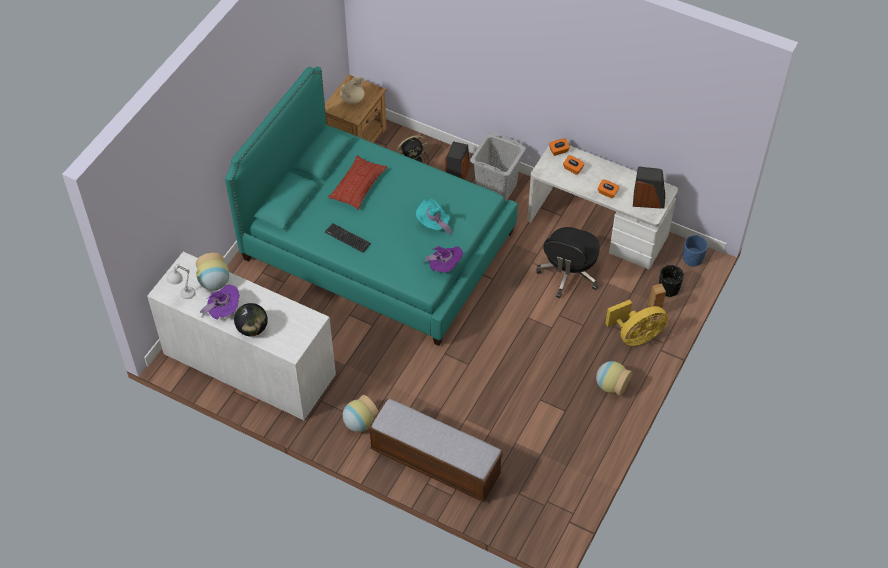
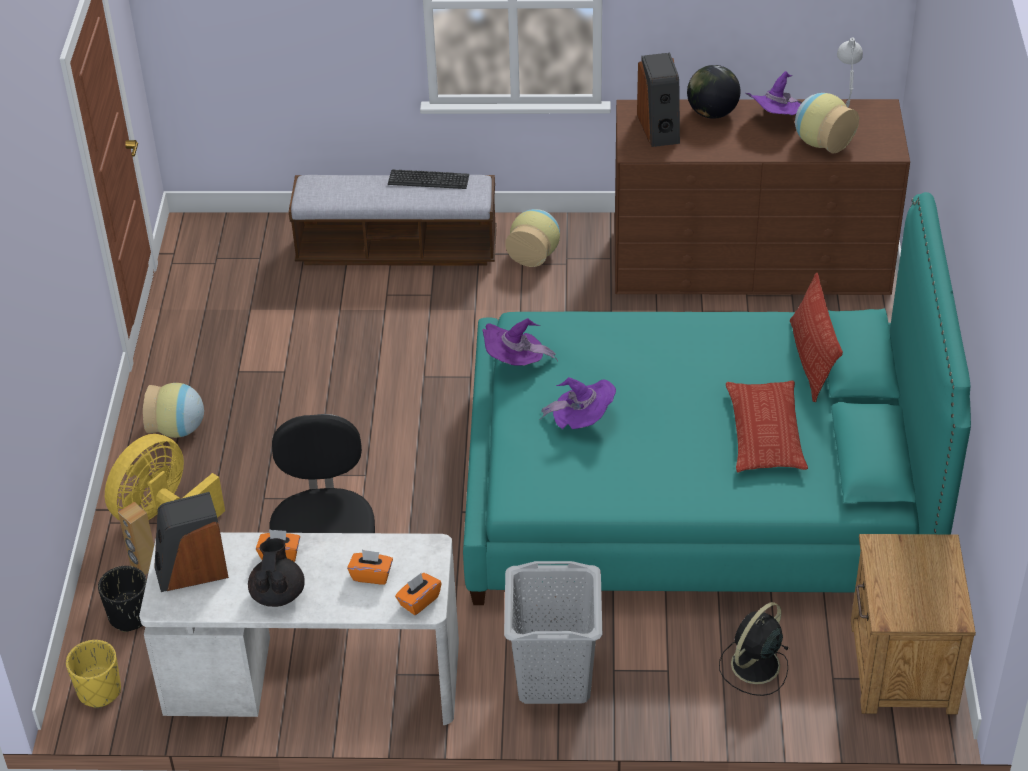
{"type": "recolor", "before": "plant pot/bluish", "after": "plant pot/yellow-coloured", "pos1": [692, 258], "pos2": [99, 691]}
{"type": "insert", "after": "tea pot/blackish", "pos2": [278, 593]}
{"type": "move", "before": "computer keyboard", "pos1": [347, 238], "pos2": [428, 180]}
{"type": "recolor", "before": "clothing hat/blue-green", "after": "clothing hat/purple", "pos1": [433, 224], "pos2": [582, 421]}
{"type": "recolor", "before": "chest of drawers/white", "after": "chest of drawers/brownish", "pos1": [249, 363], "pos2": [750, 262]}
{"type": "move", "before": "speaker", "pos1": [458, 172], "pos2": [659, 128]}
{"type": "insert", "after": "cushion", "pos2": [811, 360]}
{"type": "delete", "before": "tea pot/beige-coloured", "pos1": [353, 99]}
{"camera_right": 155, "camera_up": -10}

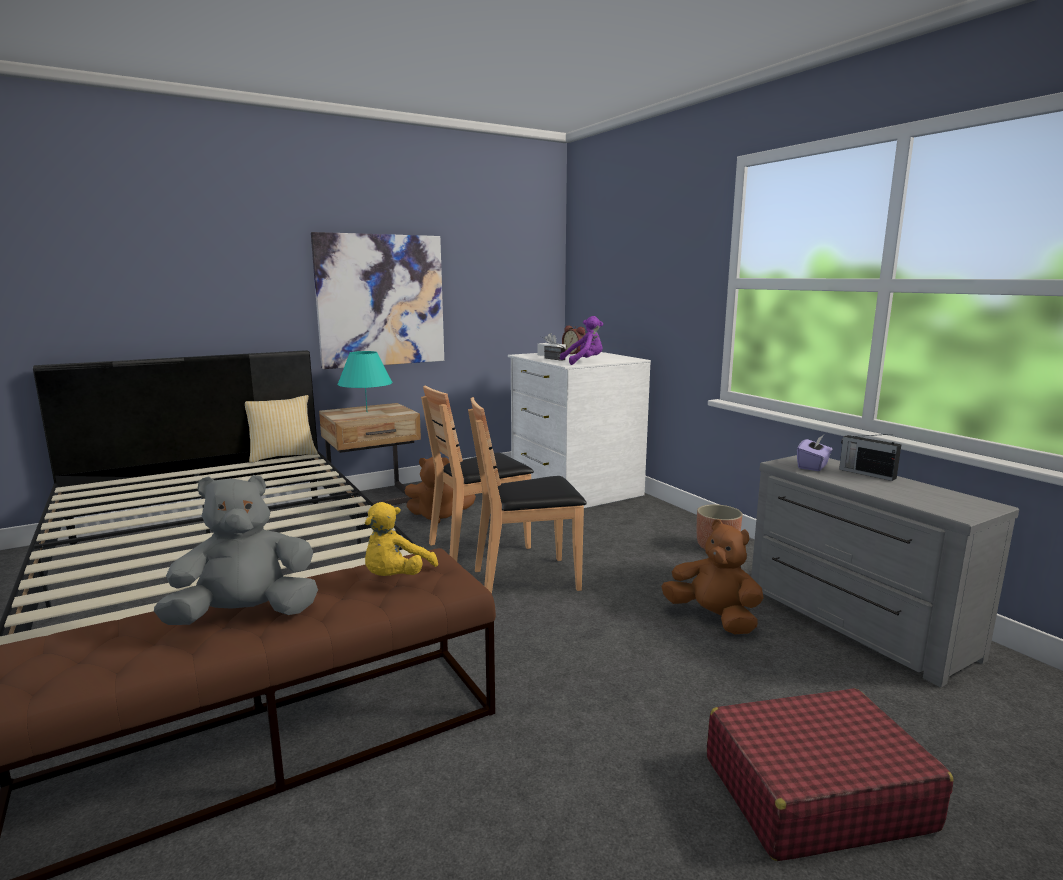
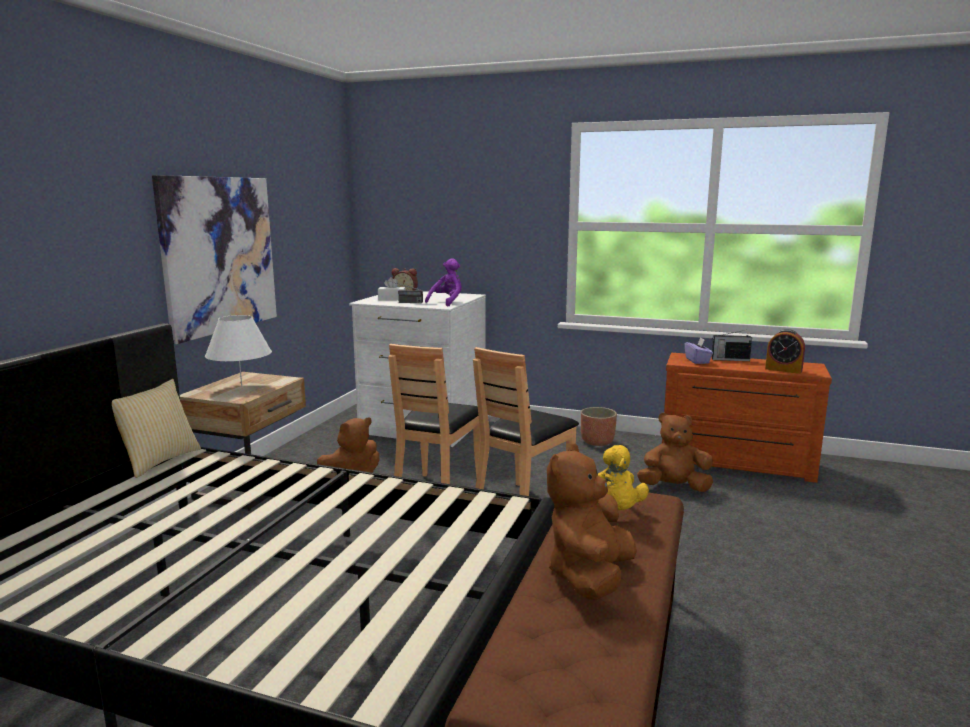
{"type": "recolor", "before": "tabletop lamp/blue-green", "after": "tabletop lamp/white", "pos1": [366, 412], "pos2": [241, 387]}
{"type": "recolor", "before": "soft toy/greyish", "after": "soft toy/brownish", "pos1": [246, 615], "pos2": [590, 577]}
{"type": "recolor", "before": "chest of drawers/greyish", "after": "chest of drawers/brownish", "pos1": [853, 623], "pos2": [736, 464]}
{"type": "insert", "after": "alarm clock", "pos2": [783, 370]}
{"type": "delete", "before": "suitcase/red", "pos1": [814, 792]}
{"camera_right": -40, "camera_up": 0}

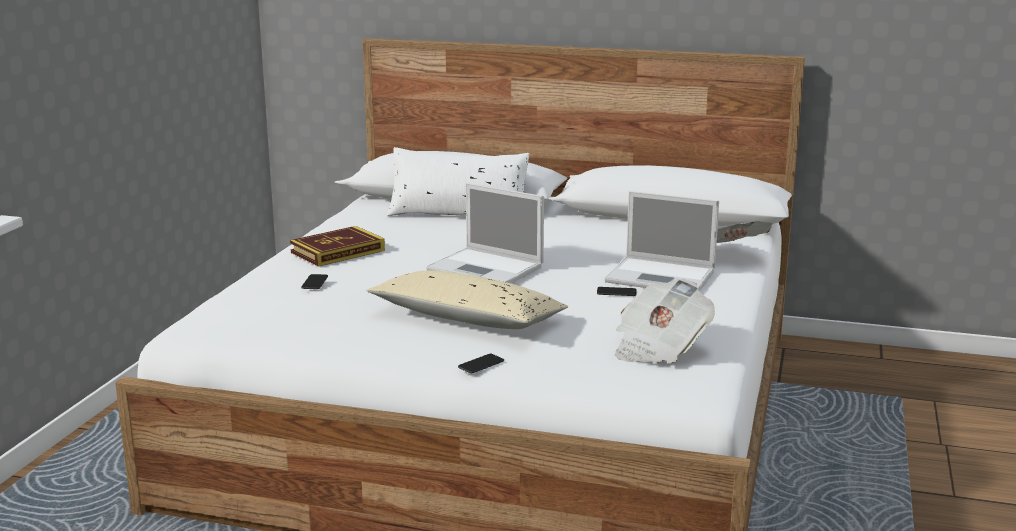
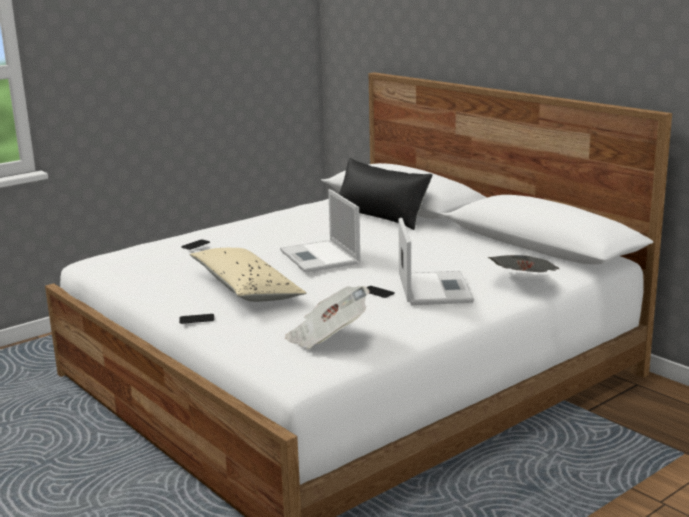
{"type": "recolor", "before": "cushion/white", "after": "cushion/blackish", "pos1": [458, 214], "pos2": [380, 216]}
{"type": "rotate", "before": "notebook computer", "pos1": [662, 277], "pos2": [434, 288], "turn": -150}
{"type": "delete", "before": "bound book", "pos1": [338, 251]}
{"camera_right": 35, "camera_up": 0}

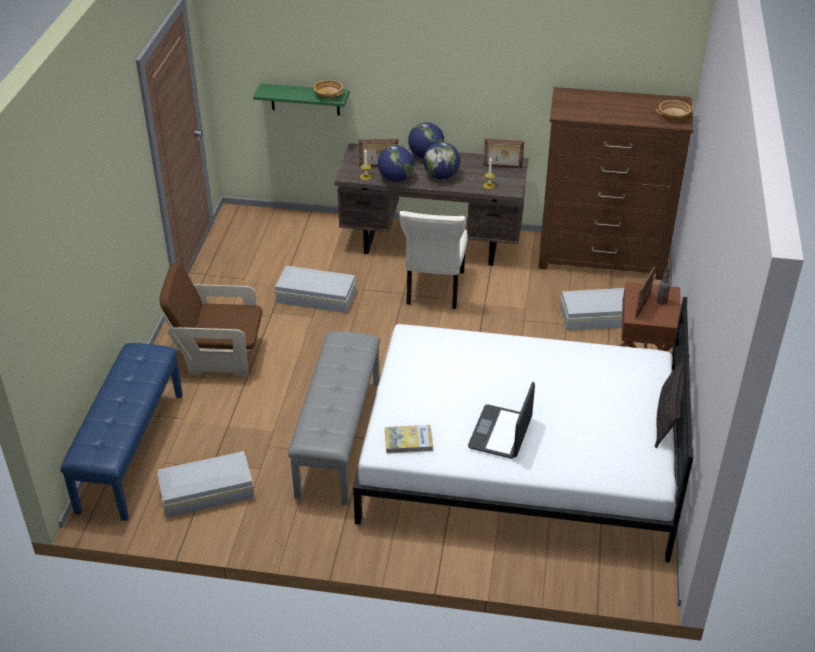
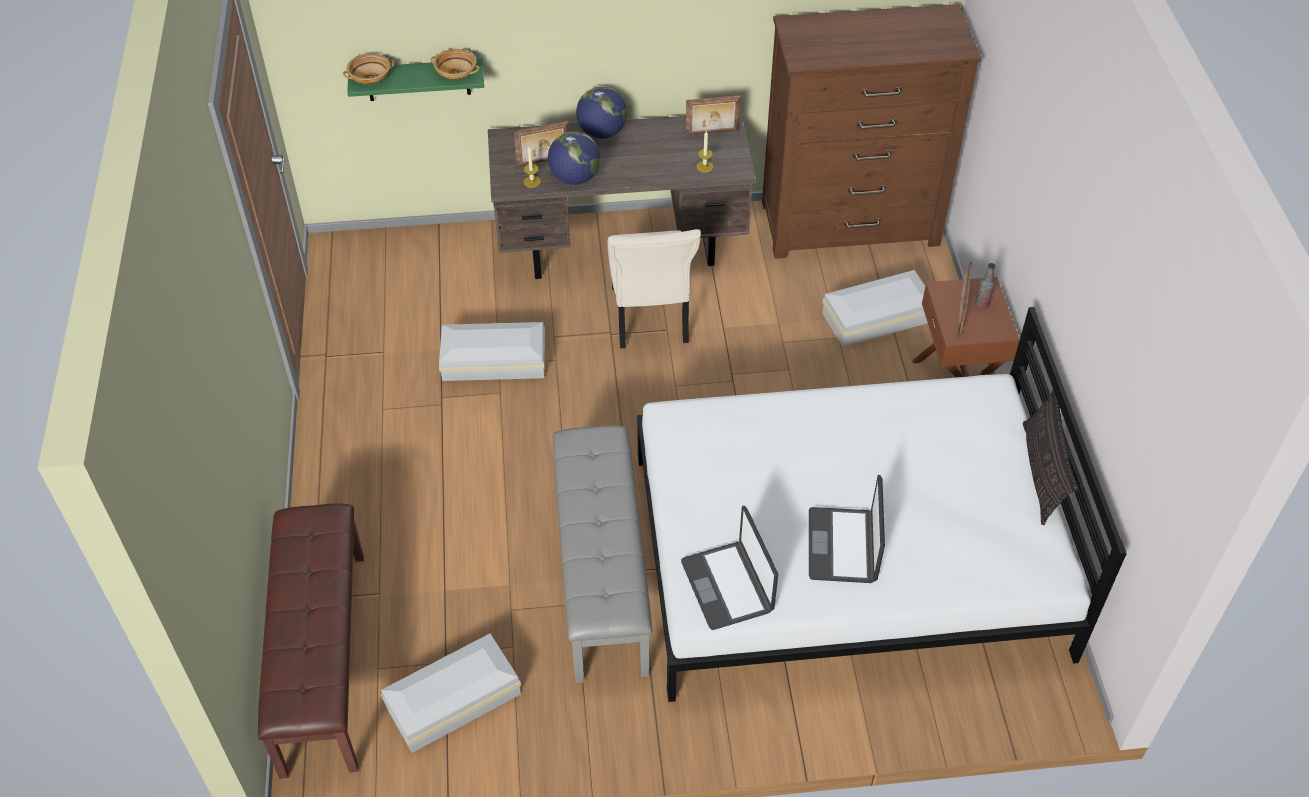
{"type": "recolor", "before": "indoor bench/bluish", "after": "indoor bench/brownish", "pos1": [130, 451], "pos2": [322, 660]}
{"type": "move", "before": "serving bowl/beige-coloured", "pos1": [673, 116], "pos2": [370, 77]}
{"type": "replace", "before": "bound book", "after": "notebook computer", "pos1": [408, 441], "pos2": [728, 586]}
{"type": "delete", "before": "lounge chair/brownish", "pos1": [218, 356]}
{"type": "delete", "before": "globe", "pos1": [441, 176]}
{"camera_right": -15, "camera_up": 10}

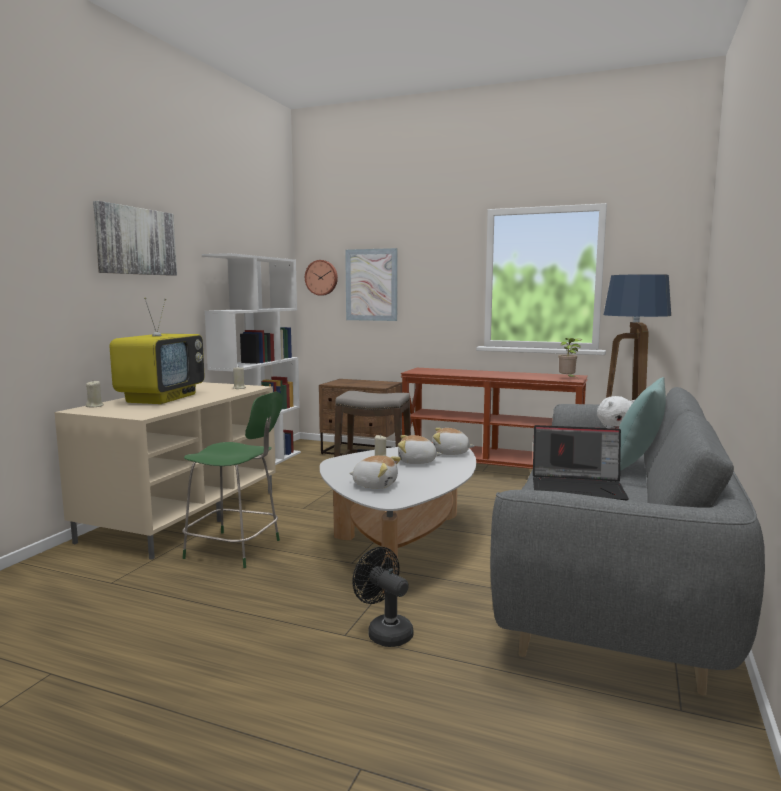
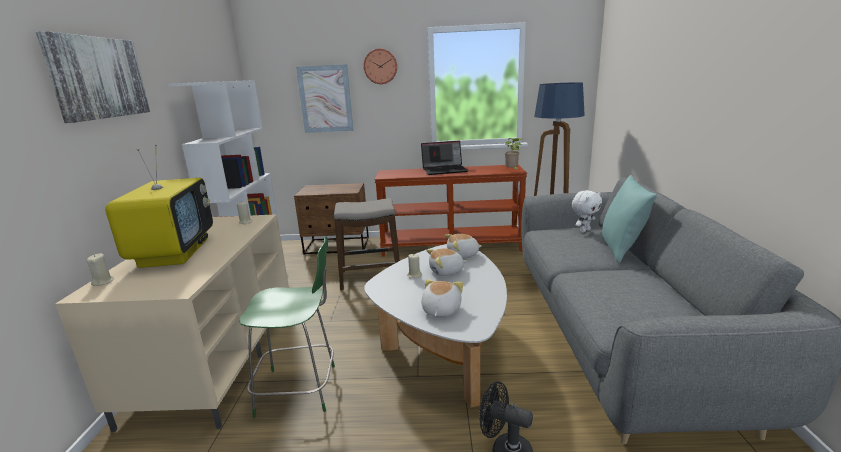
{"type": "move", "before": "clock on the wall", "pos1": [322, 277], "pos2": [380, 66]}
{"type": "move", "before": "notebook computer", "pos1": [578, 488], "pos2": [445, 170]}
{"type": "rotate", "before": "soft toy", "pos1": [375, 485], "pos2": [440, 310], "turn": -75}
{"camera_right": -20, "camera_up": 10}

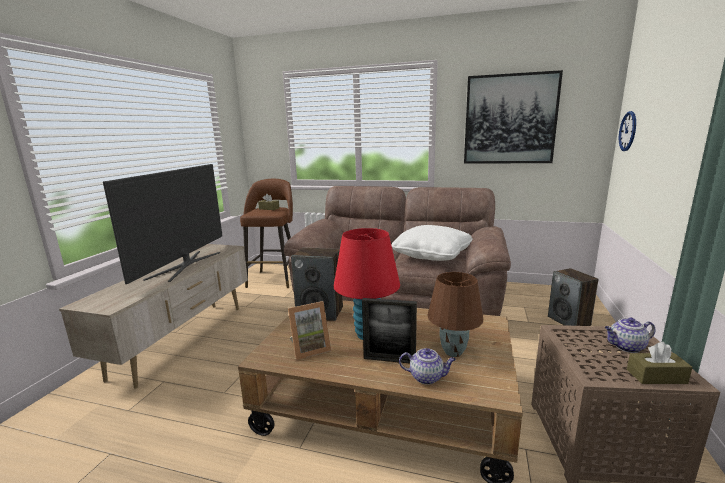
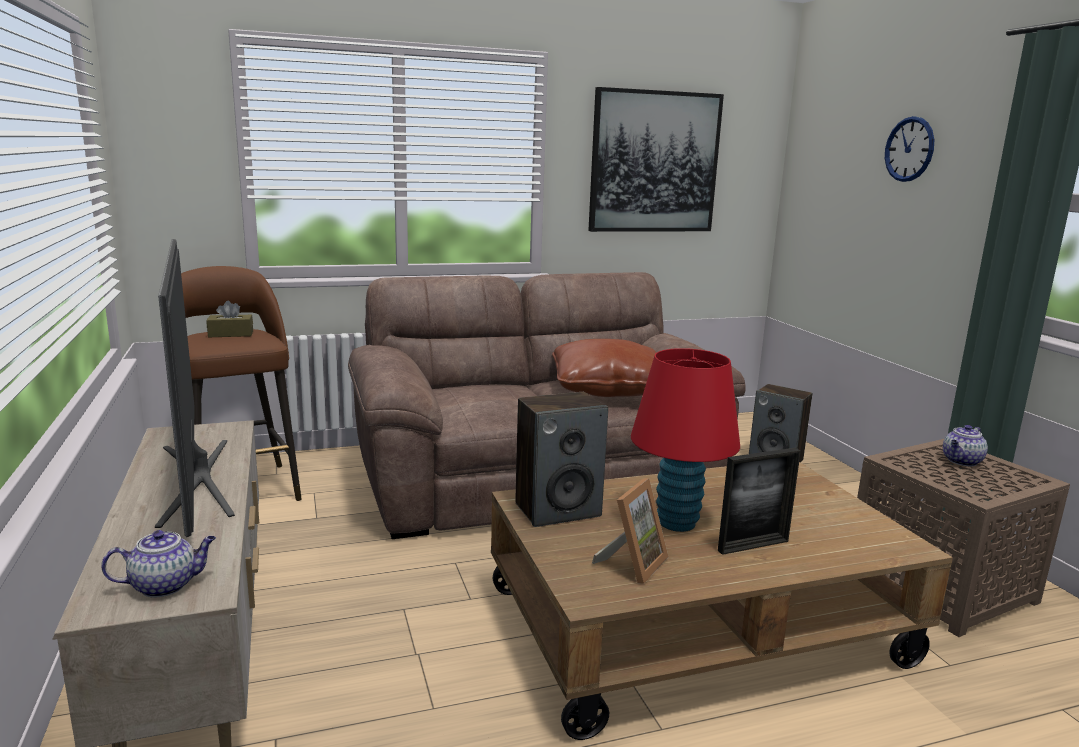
{"type": "move", "before": "tea pot", "pos1": [427, 377], "pos2": [165, 585]}
{"type": "recolor", "before": "cushion/white", "after": "cushion/brownish", "pos1": [432, 255], "pos2": [608, 389]}
{"type": "move", "before": "clock on the wall", "pos1": [628, 131], "pos2": [909, 149]}
{"type": "delete", "before": "tabletop lamp/brownish", "pos1": [452, 352]}
{"type": "delete", "before": "tissue box/brownish", "pos1": [656, 376]}
{"camera_right": -35, "camera_up": 0}

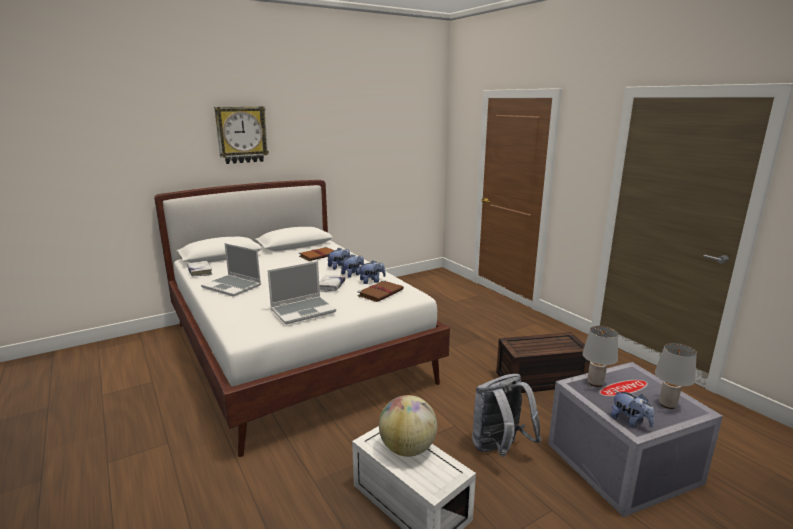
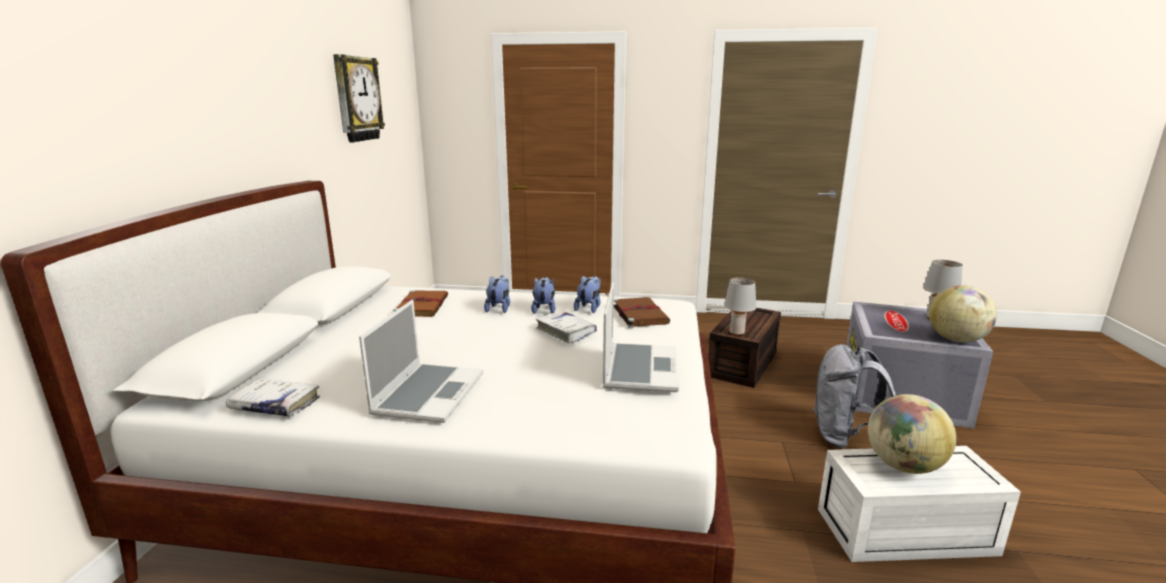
{"type": "move", "before": "clock on the wall", "pos1": [241, 135], "pos2": [357, 99]}
{"type": "rotate", "before": "notebook computer", "pos1": [232, 286], "pos2": [428, 393], "turn": -60}
{"type": "move", "before": "tabletop lamp/greyish", "pos1": [595, 383], "pos2": [737, 333]}
{"type": "replace", "before": "soft toy", "after": "globe", "pos1": [630, 421], "pos2": [956, 340]}
{"camera_right": -50, "camera_up": 0}

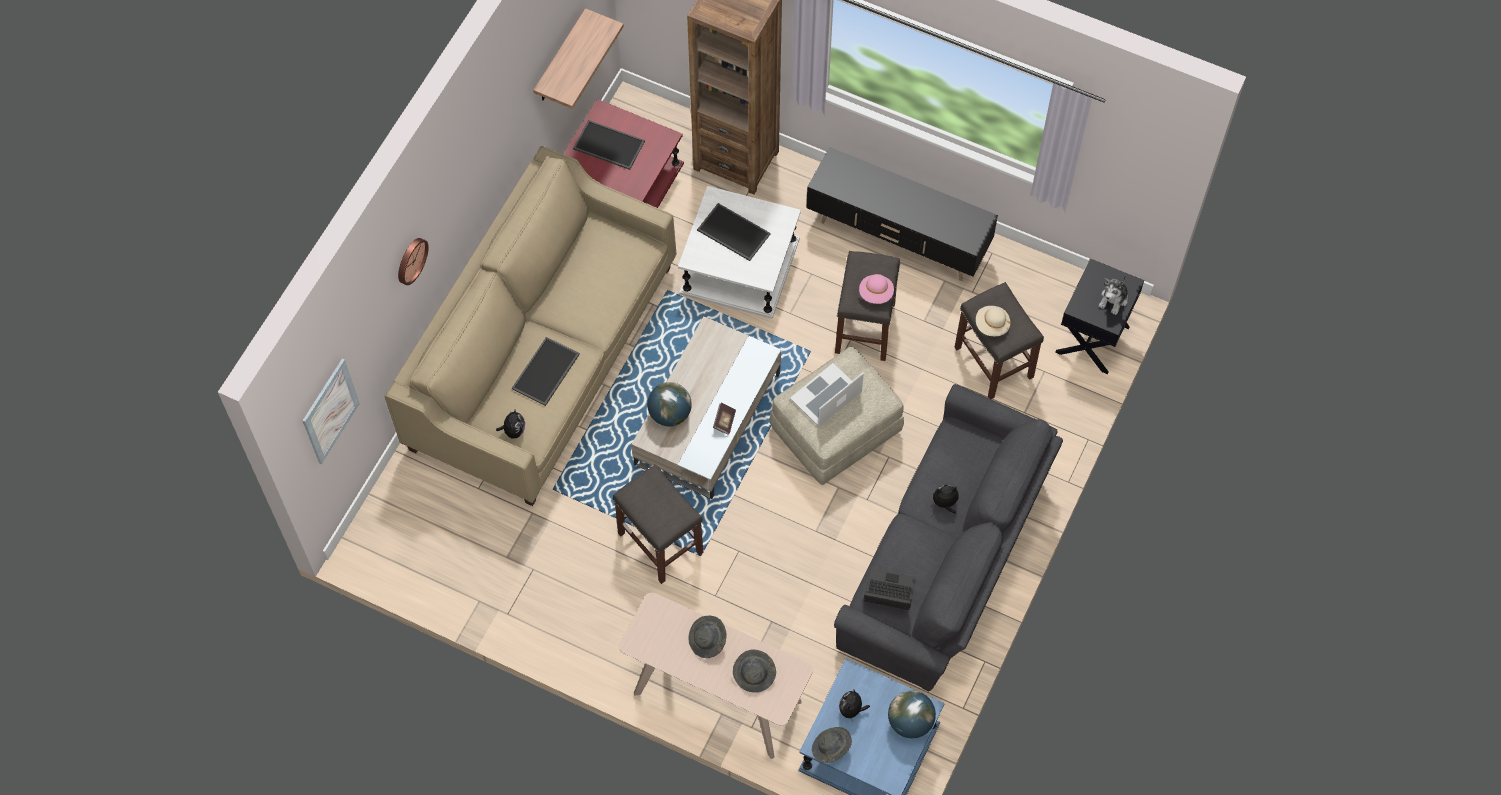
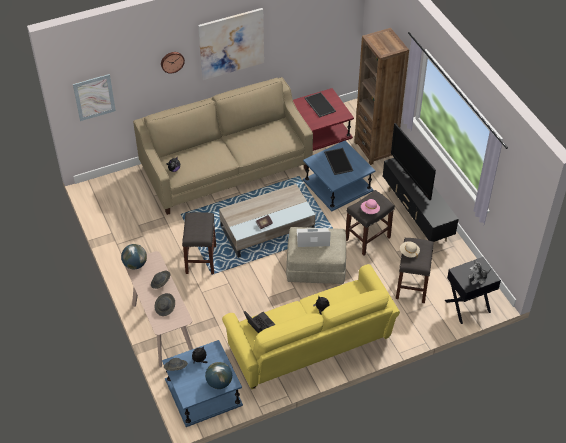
{"type": "move", "before": "globe", "pos1": [670, 414], "pos2": [135, 264]}
{"type": "insert", "after": "picture", "pos2": [231, 43]}
{"type": "recolor", "before": "settee/greyish", "after": "settee/yellow-coloured", "pos1": [946, 561], "pos2": [311, 346]}
{"type": "recolor", "before": "end table/white", "after": "end table/bluish", "pos1": [740, 266], "pos2": [338, 185]}
{"type": "insert", "after": "television", "pos2": [411, 178]}
{"type": "delete", "before": "serving tray", "pos1": [546, 372]}
{"type": "delete", "before": "wall shelf", "pos1": [560, 58]}
{"camera_right": 40, "camera_up": -15}

